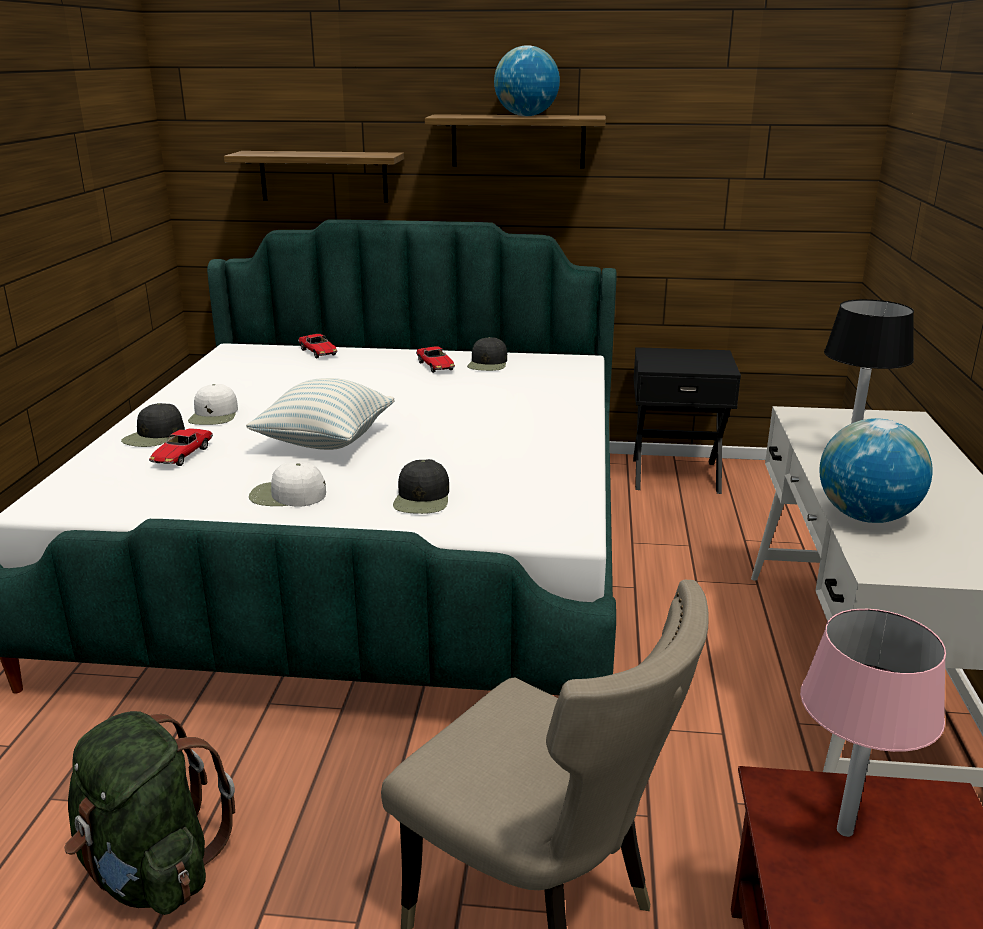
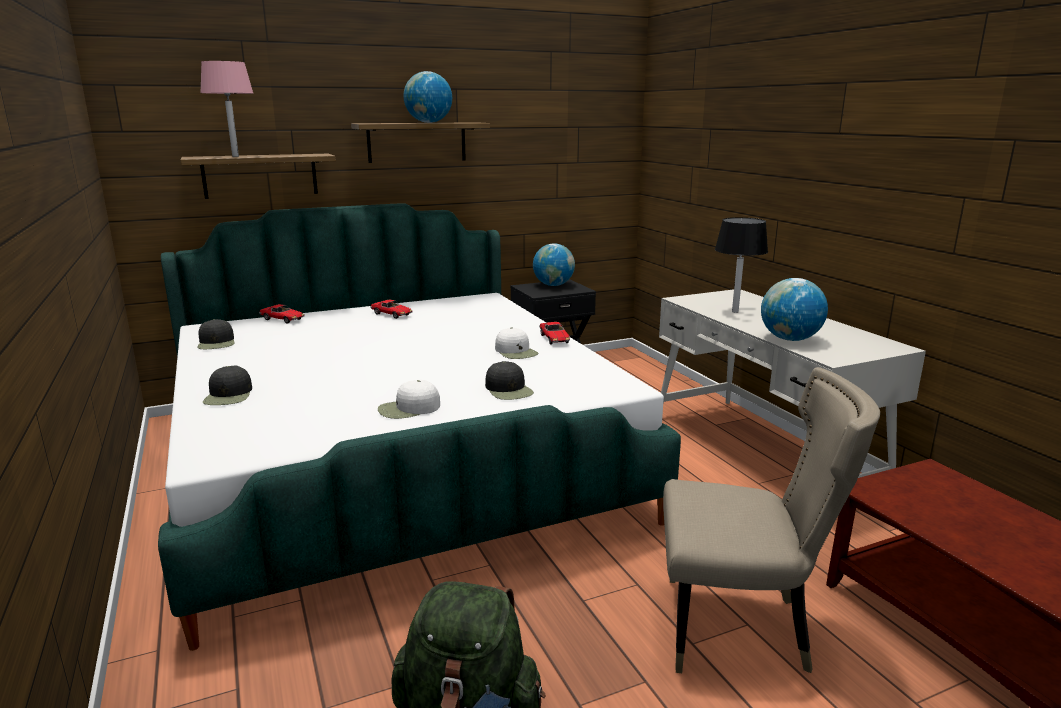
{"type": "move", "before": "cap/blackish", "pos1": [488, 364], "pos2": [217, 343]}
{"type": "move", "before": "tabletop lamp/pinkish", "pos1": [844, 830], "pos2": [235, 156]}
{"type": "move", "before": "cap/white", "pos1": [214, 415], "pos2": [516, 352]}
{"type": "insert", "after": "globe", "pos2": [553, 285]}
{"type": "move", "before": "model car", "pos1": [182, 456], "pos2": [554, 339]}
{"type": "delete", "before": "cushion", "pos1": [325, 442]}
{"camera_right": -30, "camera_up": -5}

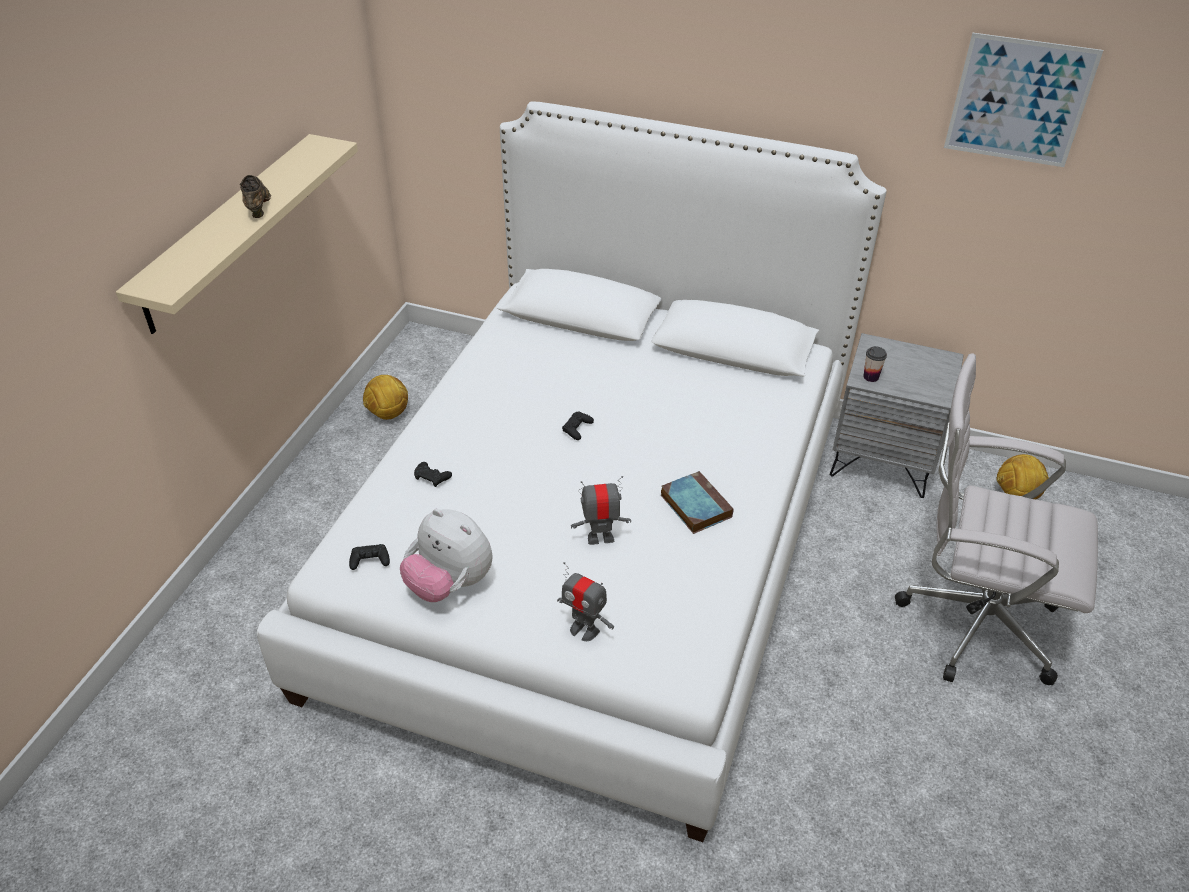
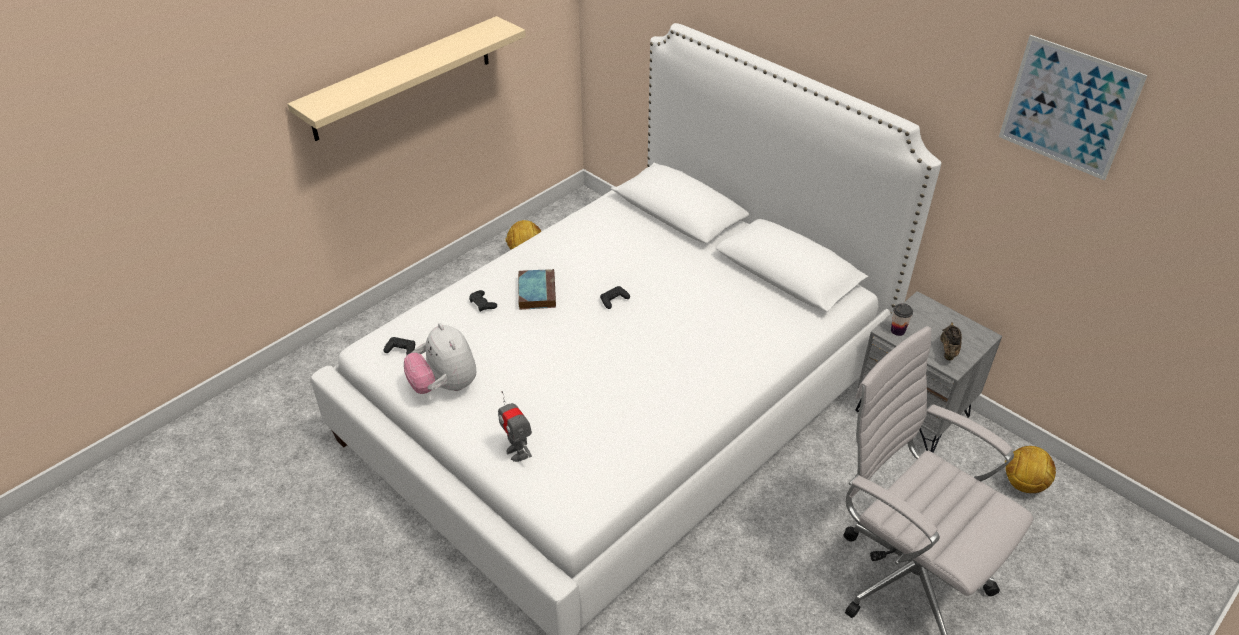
{"type": "move", "before": "bound book", "pos1": [694, 505], "pos2": [536, 292]}
{"type": "move", "before": "shoe/brownish", "pos1": [258, 208], "pos2": [948, 349]}
{"type": "delete", "before": "toy robot", "pos1": [600, 538]}
{"camera_right": 25, "camera_up": 0}

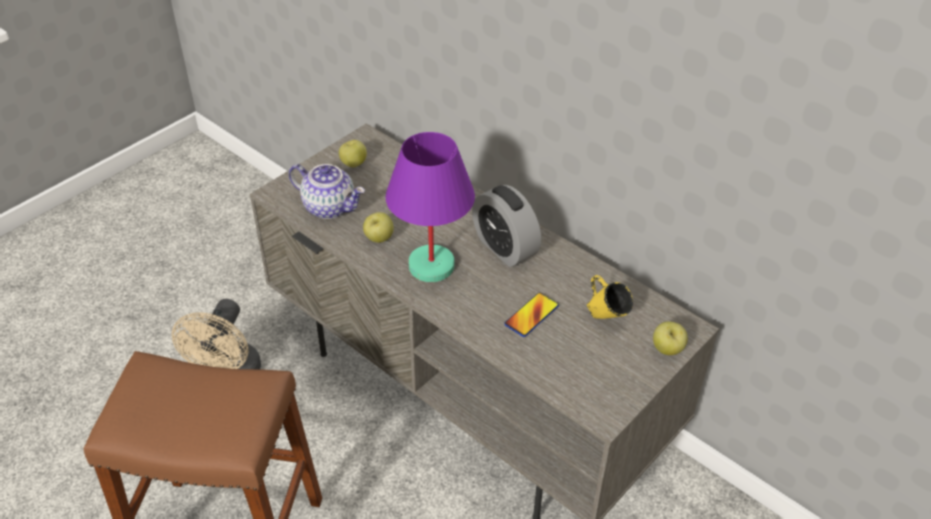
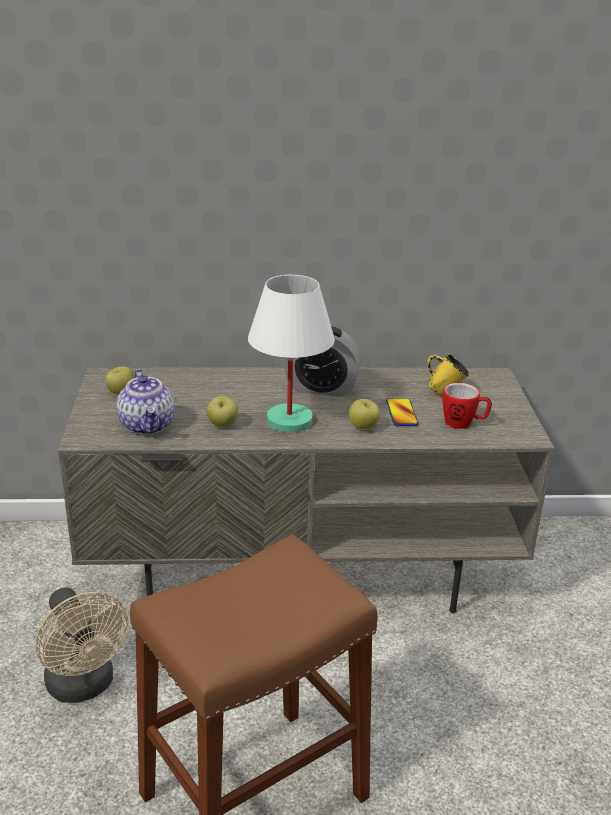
{"type": "rotate", "before": "tea pot", "pos1": [330, 207], "pos2": [148, 425], "turn": 90}
{"type": "recolor", "before": "tabletop lamp/purple", "after": "tabletop lamp/white", "pos1": [432, 266], "pos2": [290, 421]}
{"type": "move", "before": "apple", "pos1": [667, 349], "pos2": [363, 427]}
{"type": "insert", "after": "tea mug", "pos2": [463, 423]}
{"camera_right": -45, "camera_up": -15}

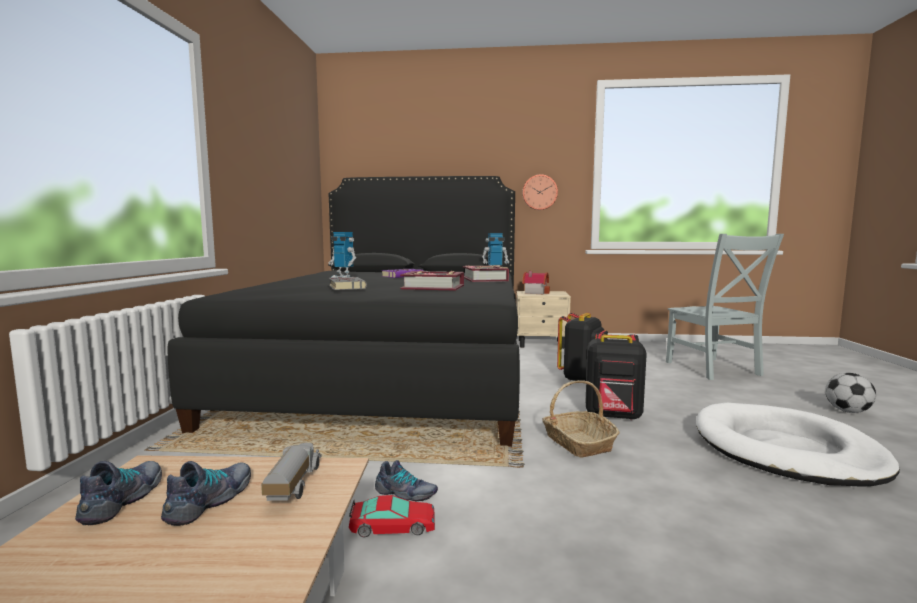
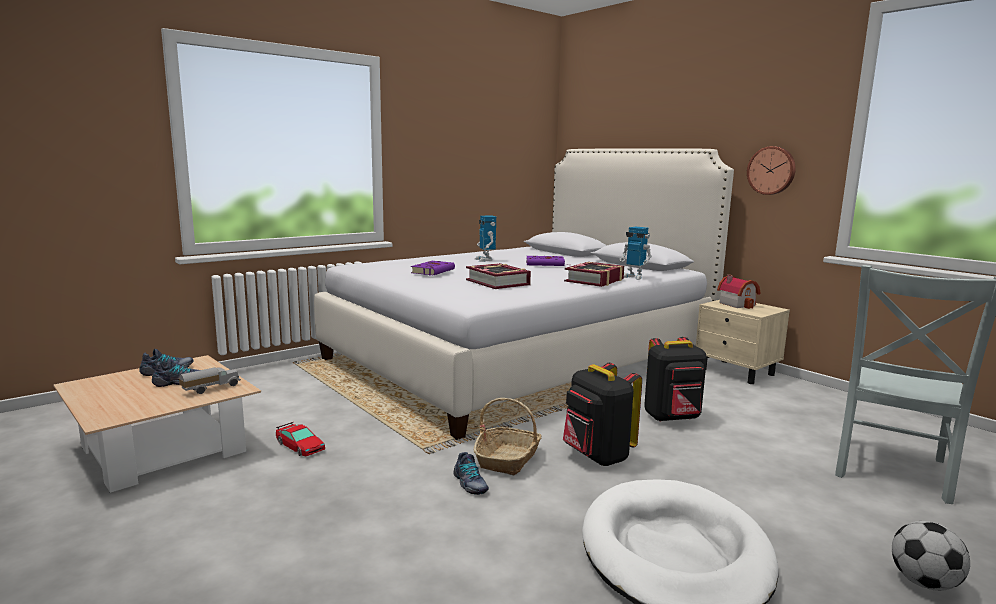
{"type": "recolor", "before": "sleeping bed/blackish", "after": "sleeping bed/white", "pos1": [394, 372], "pos2": [520, 357]}
{"type": "recolor", "before": "bound book/greyish", "after": "bound book/purple", "pos1": [346, 287], "pos2": [433, 271]}
{"type": "move", "before": "shoe", "pos1": [405, 493], "pos2": [469, 484]}
{"camera_right": 45, "camera_up": 5}

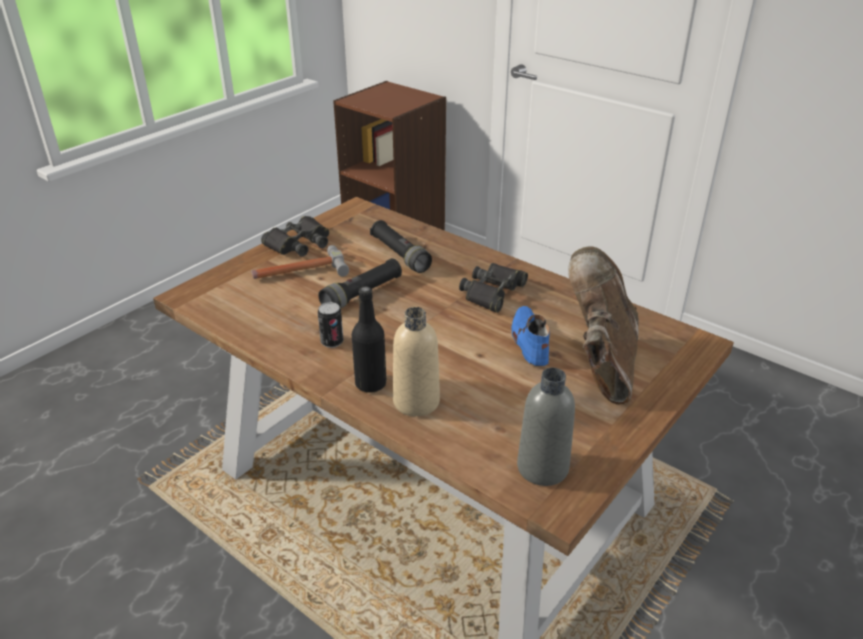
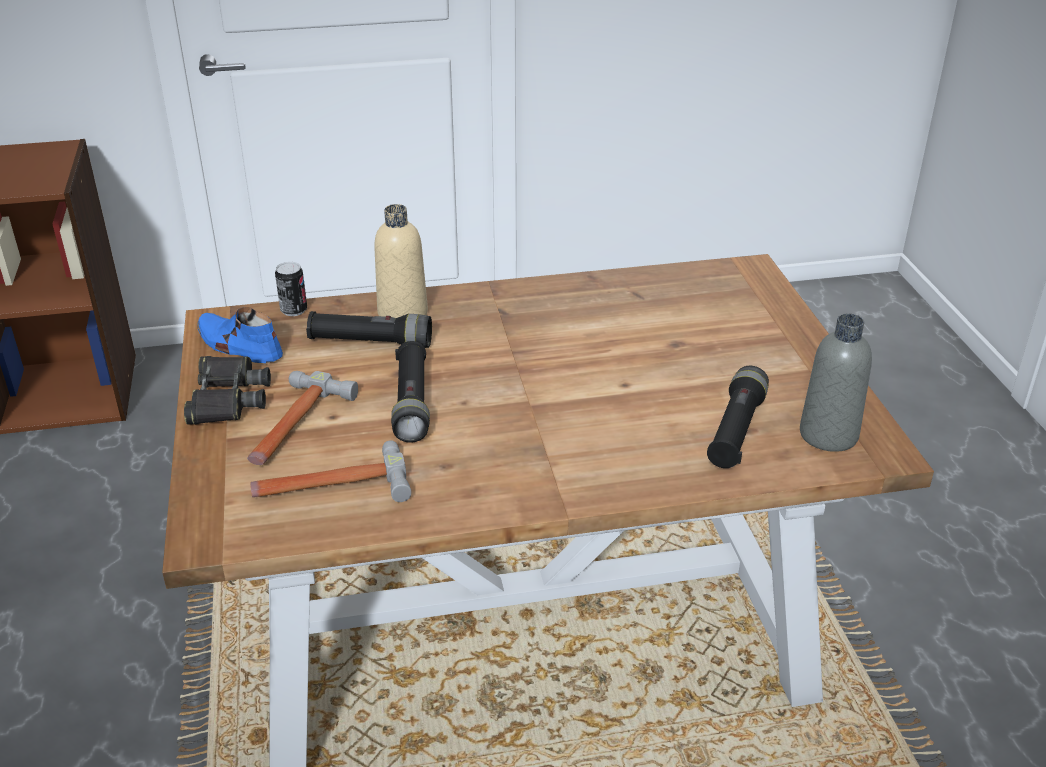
{"type": "move", "before": "shoe/bluish", "pos1": [529, 341], "pos2": [238, 346]}
{"type": "insert", "after": "hammer", "pos2": [330, 487]}
{"type": "move", "before": "metal can", "pos1": [332, 342], "pos2": [294, 310]}
{"type": "move", "before": "beverage bottle/beige-coloured", "pos1": [416, 401], "pos2": [402, 314]}
{"type": "insert", "after": "flashlight/blackish", "pos2": [736, 430]}
{"type": "delete", "before": "beverage bottle/blackish", "pos1": [370, 384]}
{"type": "delete", "before": "pair of binoculars/blackish", "pos1": [492, 292]}
{"type": "delete", "before": "boot/brownish", "pos1": [601, 365]}
{"camera_right": -50, "camera_up": 0}

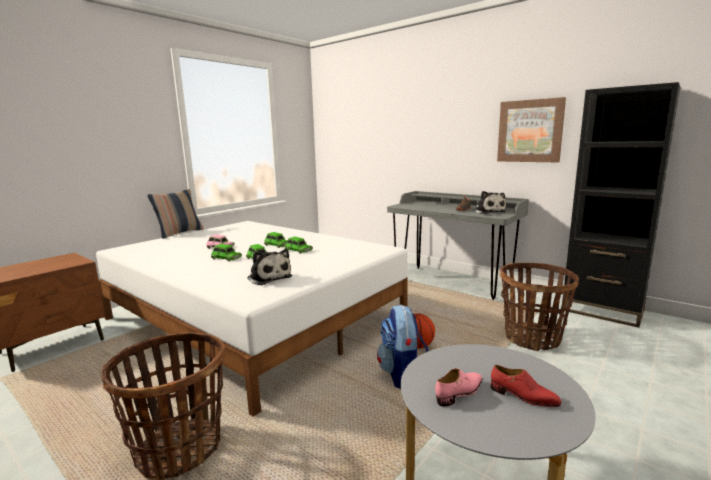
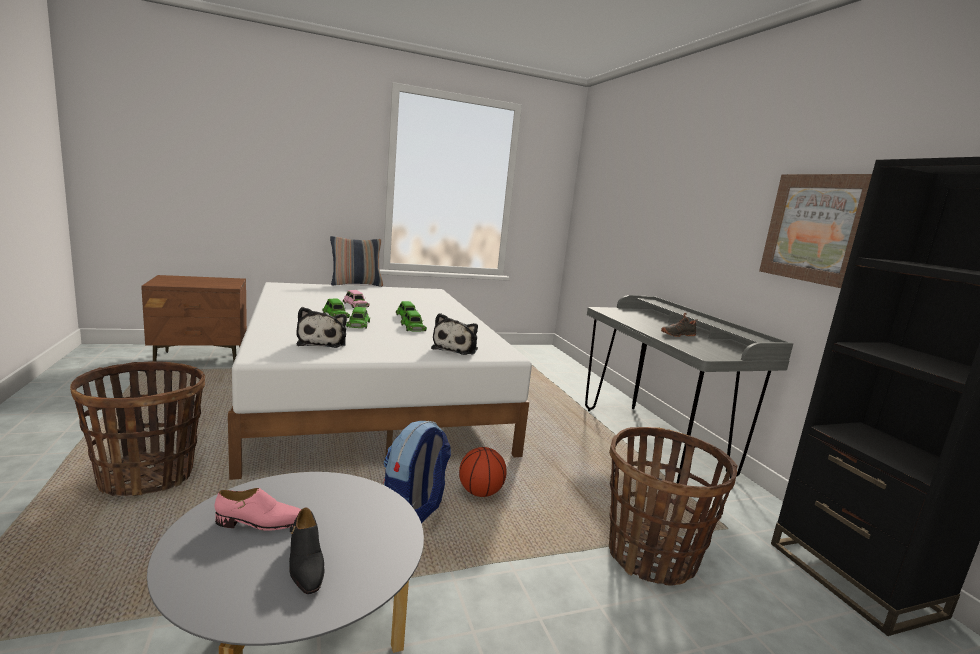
{"type": "recolor", "before": "shoe/red", "after": "shoe/blackish", "pos1": [523, 396], "pos2": [305, 564]}
{"type": "move", "before": "soft toy", "pos1": [488, 212], "pos2": [456, 348]}
{"camera_right": 30, "camera_up": 0}

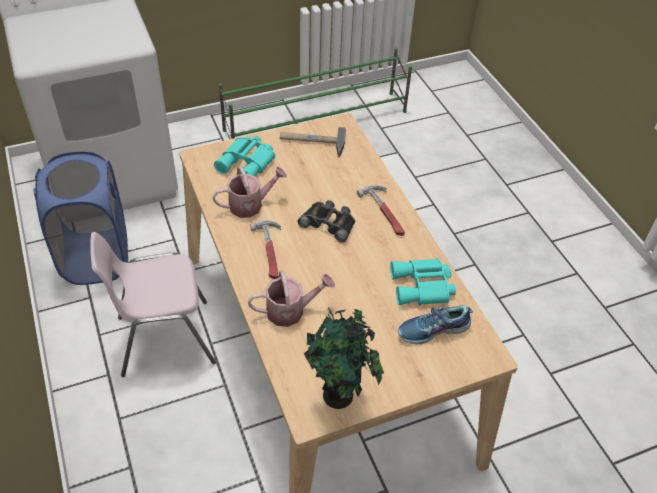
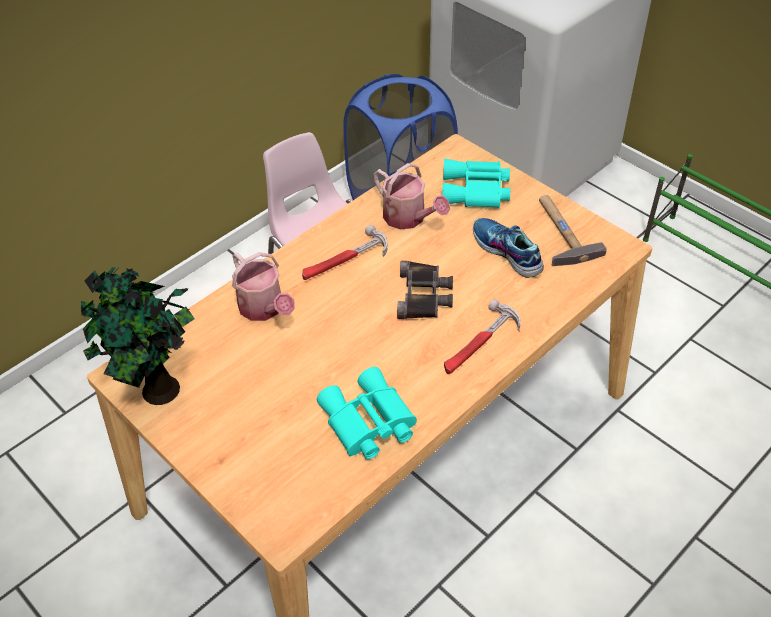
{"type": "move", "before": "shoe", "pos1": [433, 330], "pos2": [506, 253]}
{"camera_right": 70, "camera_up": 0}

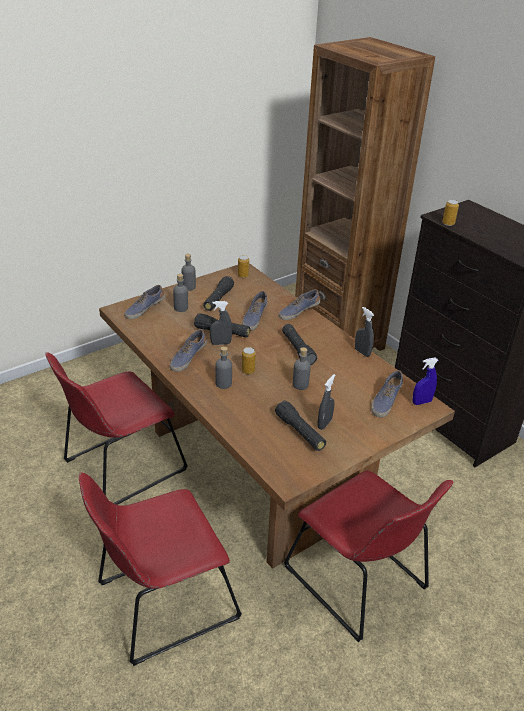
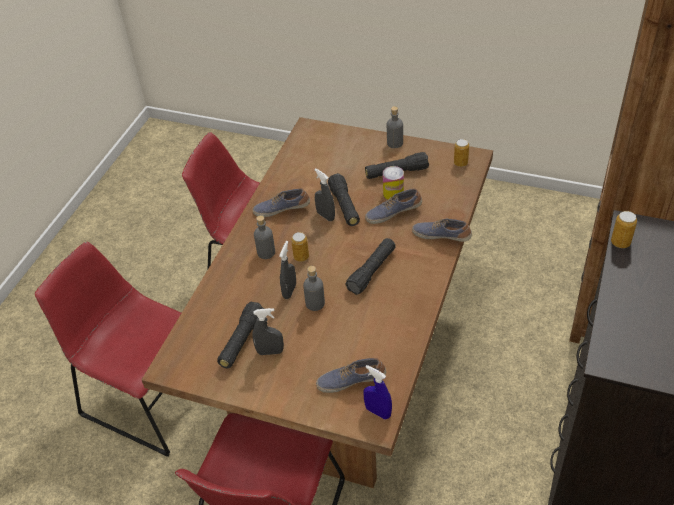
{"type": "move", "before": "hand sprayer/greyish", "pos1": [362, 352], "pos2": [289, 291]}
{"type": "insert", "after": "metal can", "pos2": [393, 193]}
{"type": "delete", "before": "shoe", "pos1": [144, 309]}
{"type": "delete", "before": "beverage bottle/greyish", "pos1": [181, 308]}
{"camera_right": 60, "camera_up": 10}

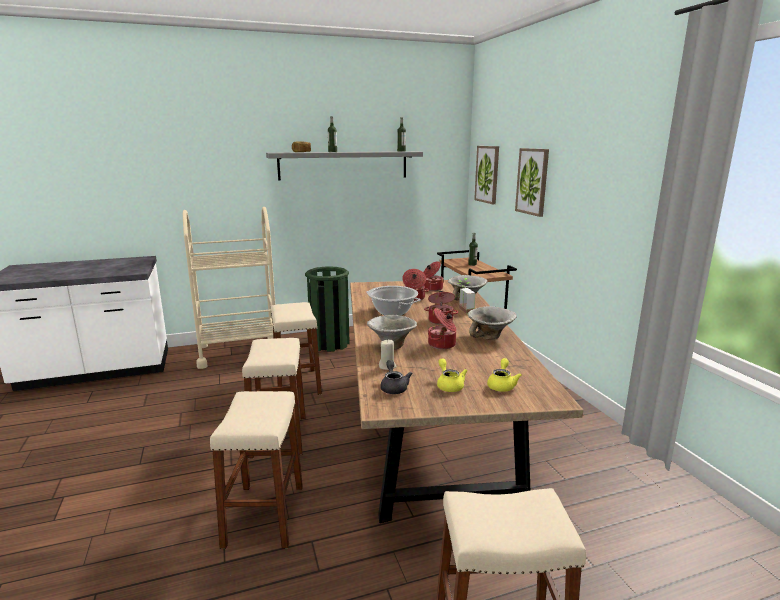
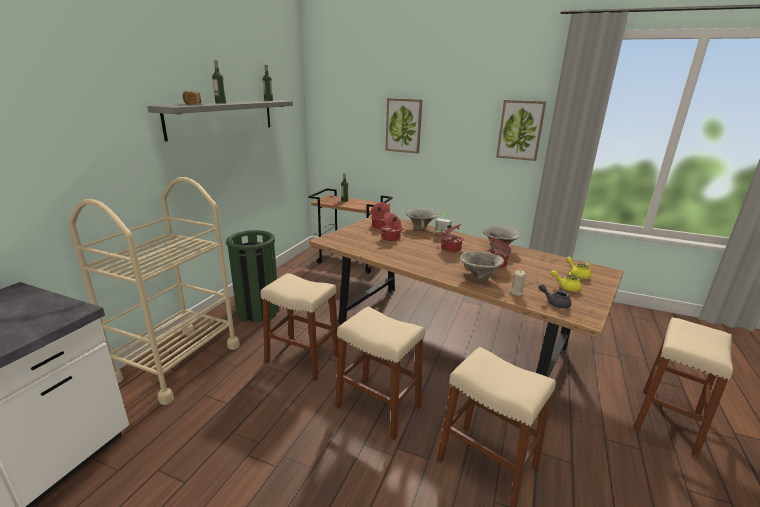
{"type": "move", "before": "picture", "pos1": [487, 174], "pos2": [520, 130]}
{"type": "delete", "before": "cooking pot", "pos1": [392, 312]}
{"camera_right": -50, "camera_up": 5}

